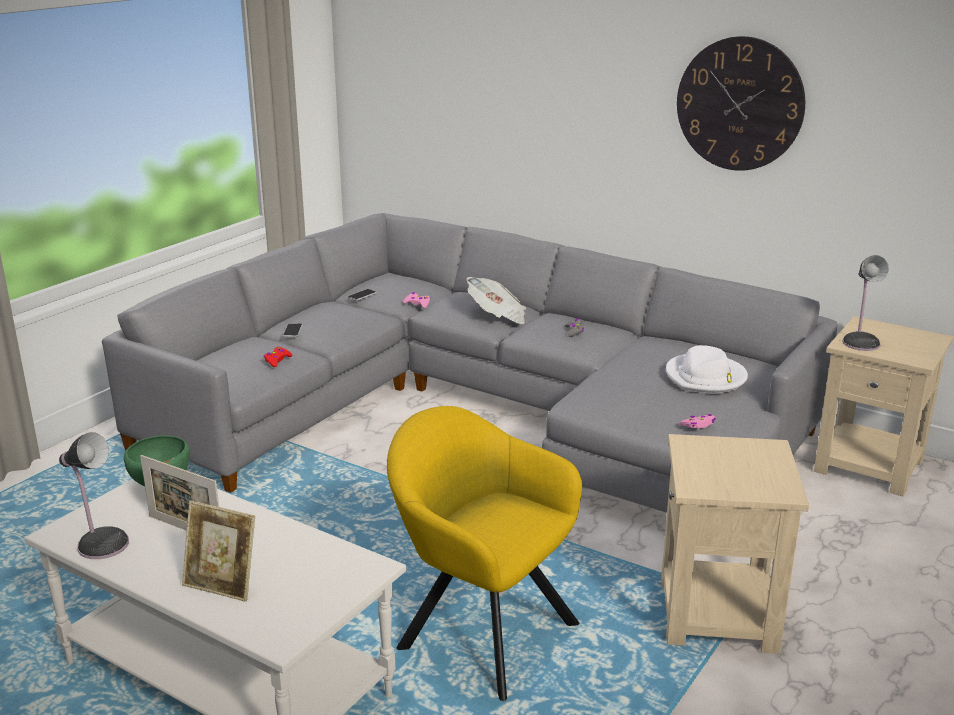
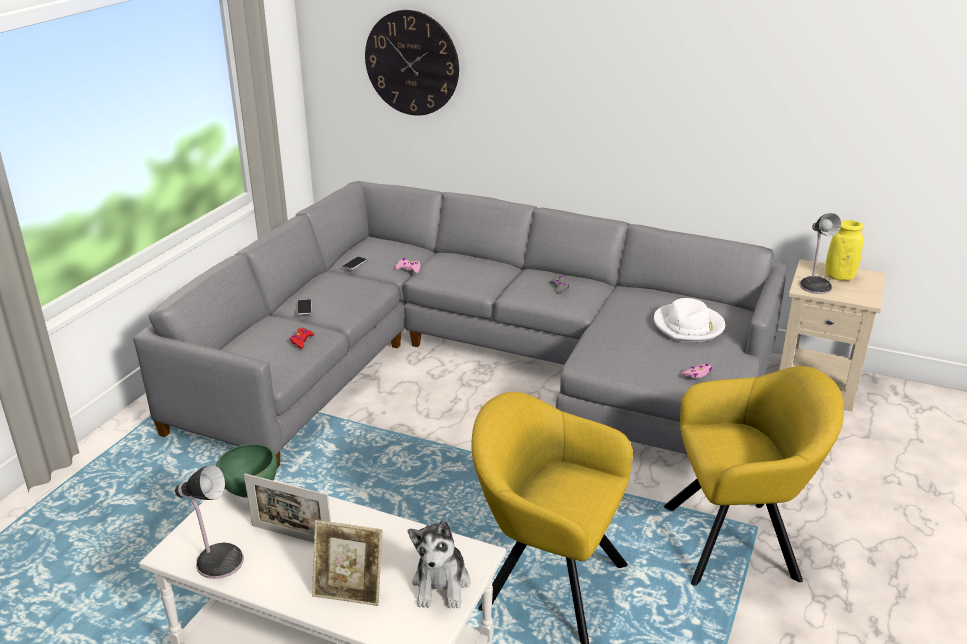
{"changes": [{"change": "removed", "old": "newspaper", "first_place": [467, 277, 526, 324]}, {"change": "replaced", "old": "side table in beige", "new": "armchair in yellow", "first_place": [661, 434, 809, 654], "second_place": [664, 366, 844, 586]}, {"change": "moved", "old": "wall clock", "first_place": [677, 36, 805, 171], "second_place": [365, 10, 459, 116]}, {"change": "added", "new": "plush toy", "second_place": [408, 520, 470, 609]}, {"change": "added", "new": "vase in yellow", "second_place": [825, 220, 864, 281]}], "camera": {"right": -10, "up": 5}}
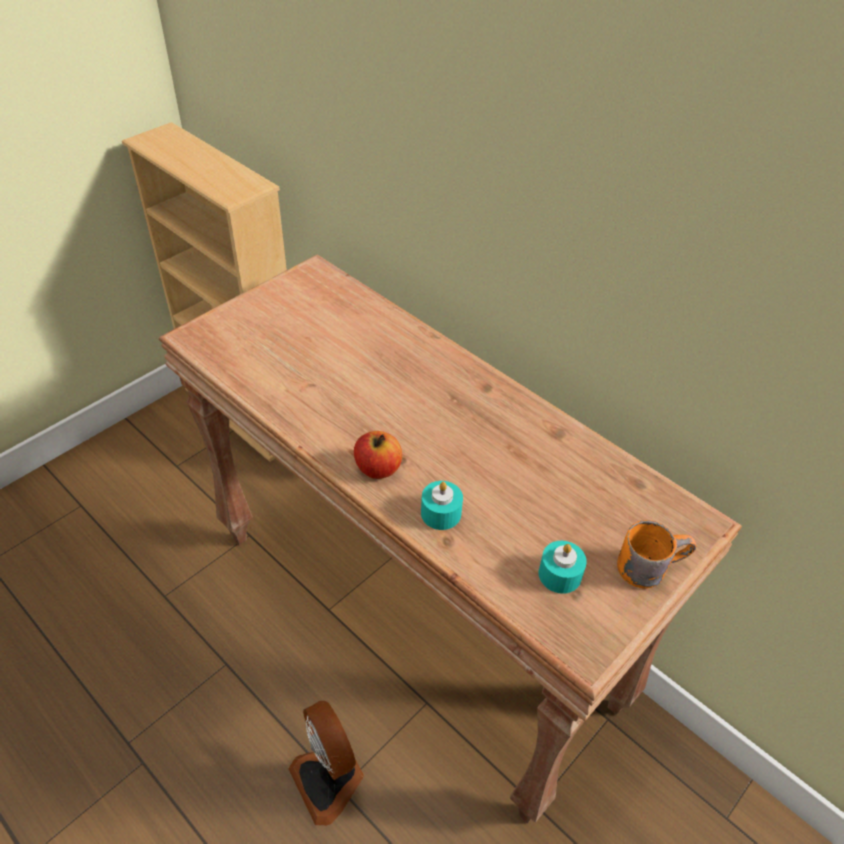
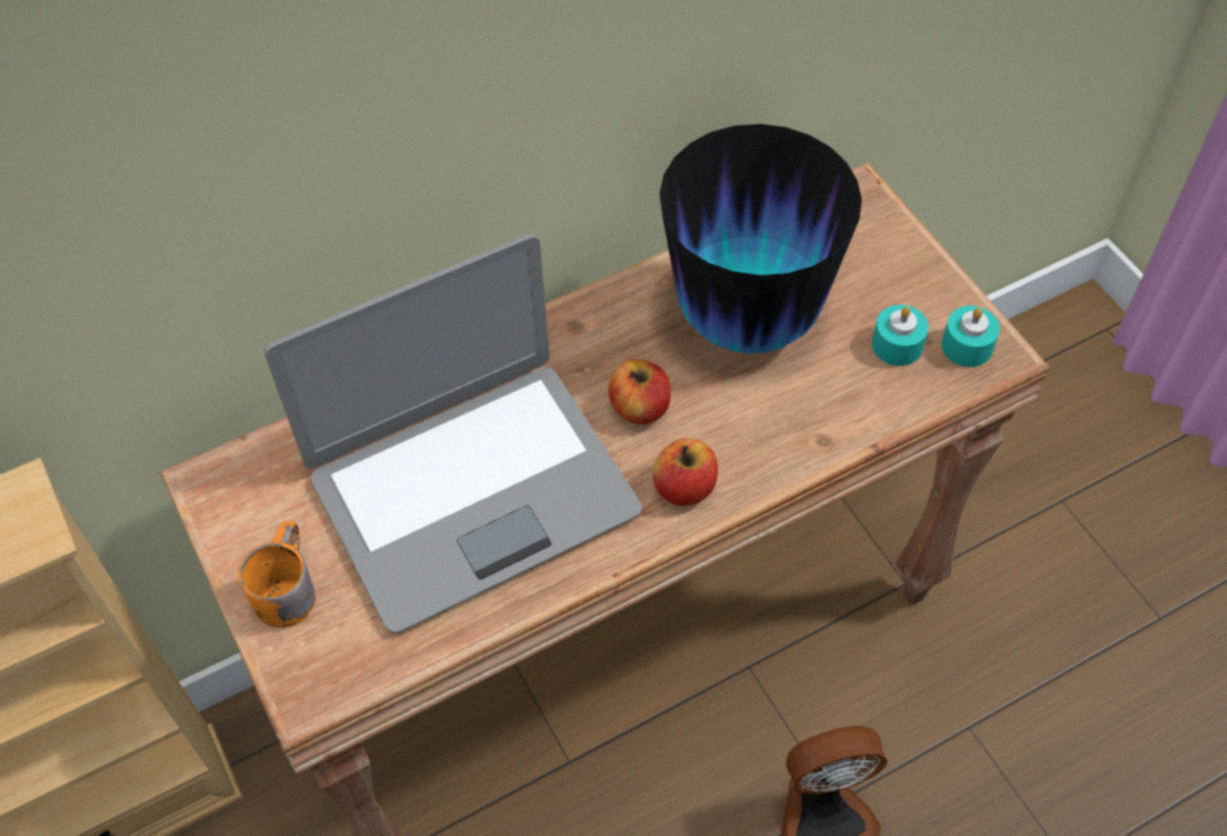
{"changes": [{"change": "moved", "old": "candle in turquoise", "first_place": [421, 481, 463, 530], "second_place": [942, 306, 1000, 367]}, {"change": "moved", "old": "mug in orange", "first_place": [617, 520, 696, 588], "second_place": [238, 521, 315, 628]}, {"change": "added", "new": "laptop", "second_place": [264, 234, 642, 633]}, {"change": "added", "new": "apple", "second_place": [608, 359, 671, 424]}, {"change": "added", "new": "vase", "second_place": [659, 124, 862, 354]}], "camera": {"right": -70, "up": 10}}
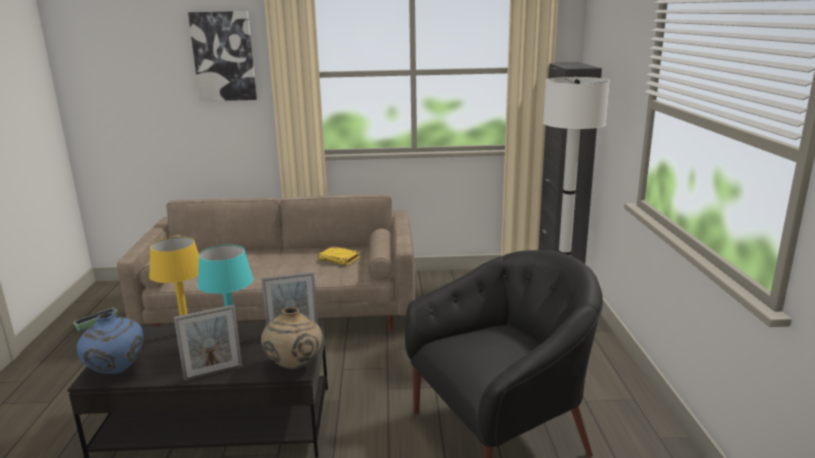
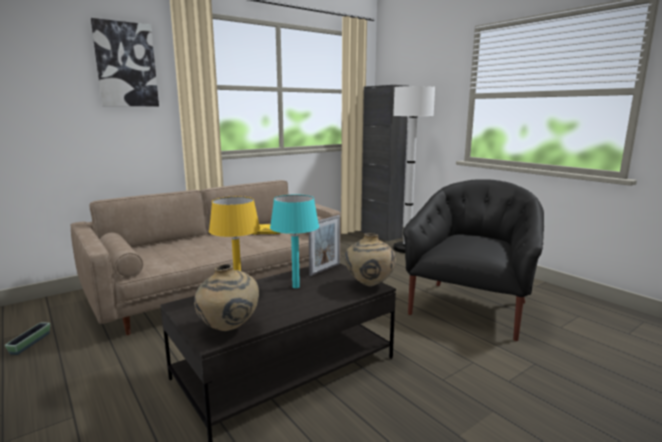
{"changes": [{"change": "recoloured", "old": "vase in blue", "new": "vase in beige", "first_place": [77, 312, 144, 374], "second_place": [194, 264, 259, 331]}, {"change": "removed", "old": "picture frame", "first_place": [174, 305, 242, 381]}], "camera": {"right": -35, "up": -5}}
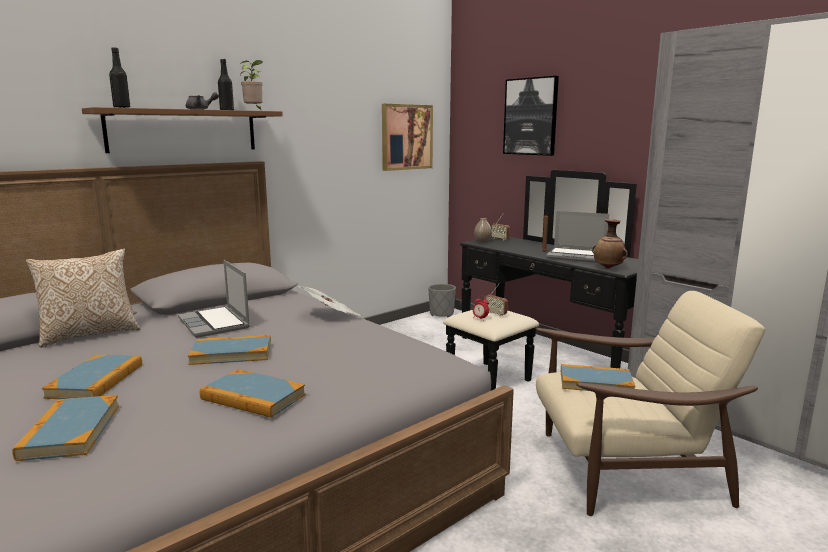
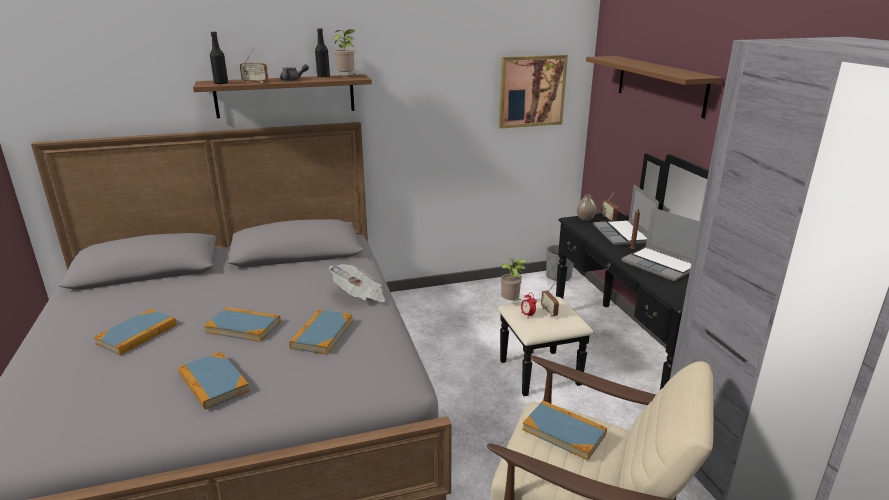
{"changes": [{"change": "moved", "old": "book", "first_place": [12, 395, 119, 461], "second_place": [289, 309, 353, 354]}, {"change": "removed", "old": "pillow", "first_place": [26, 249, 140, 348]}, {"change": "moved", "old": "laptop", "first_place": [178, 260, 250, 338], "second_place": [593, 184, 659, 245]}, {"change": "replaced", "old": "picture", "new": "shelf in brown", "first_place": [503, 76, 559, 156], "second_place": [586, 56, 723, 118]}, {"change": "removed", "old": "vase", "first_place": [592, 219, 628, 269]}, {"change": "added", "new": "radio", "second_place": [240, 49, 268, 83]}, {"change": "added", "new": "potted plant", "second_place": [501, 258, 528, 301]}], "camera": {"right": 25, "up": 10}}
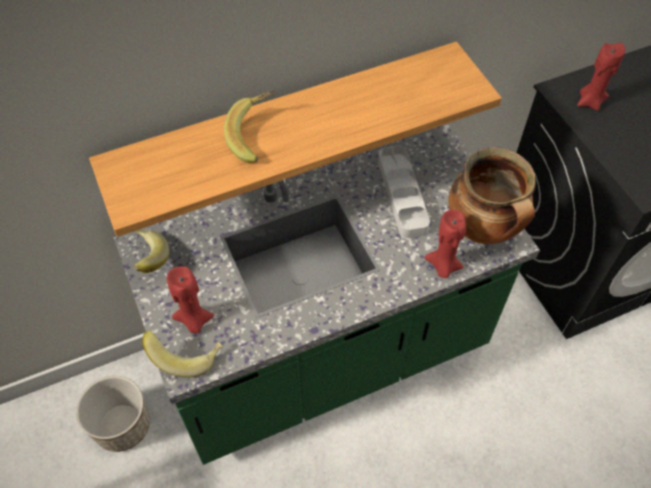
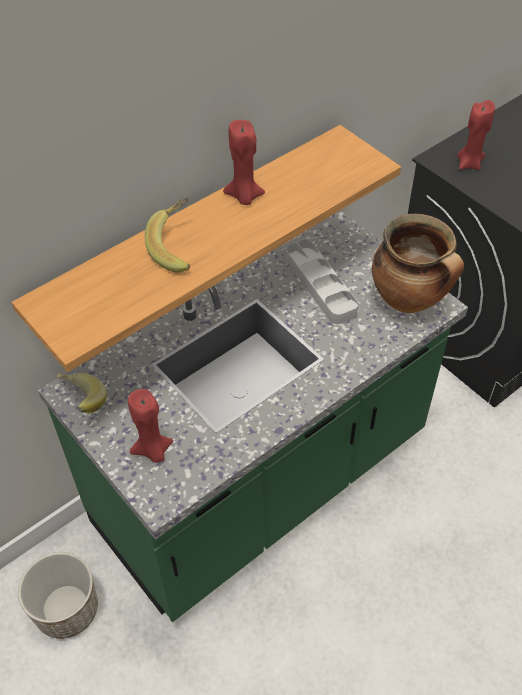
{"changes": [{"change": "removed", "old": "banana", "first_place": [142, 330, 223, 378]}, {"change": "moved", "old": "candle in red", "first_place": [425, 210, 466, 278], "second_place": [223, 120, 265, 205]}], "camera": {"right": -15, "up": -5}}
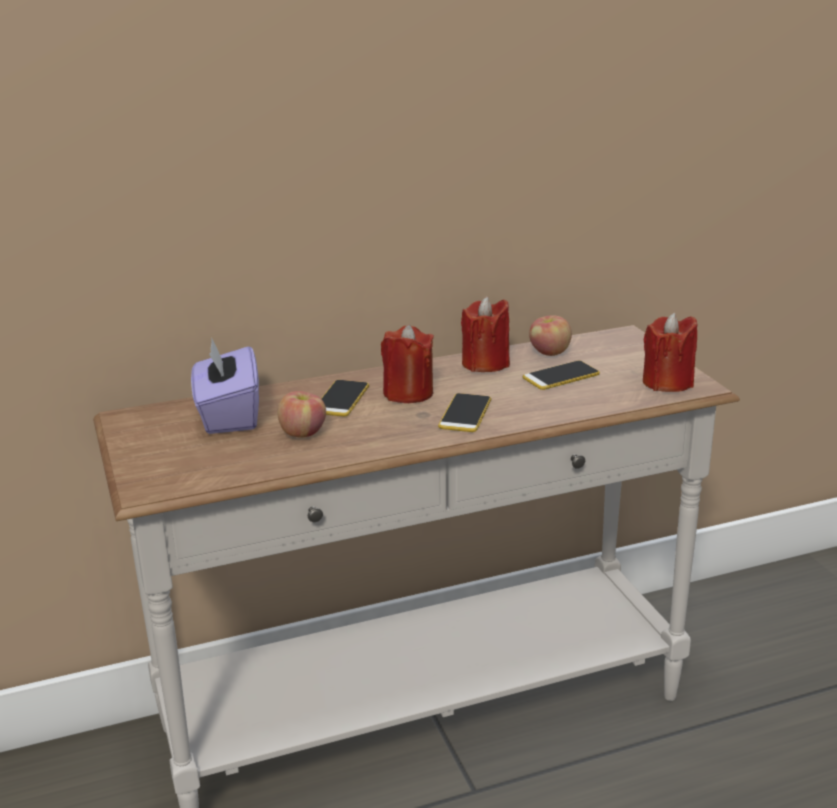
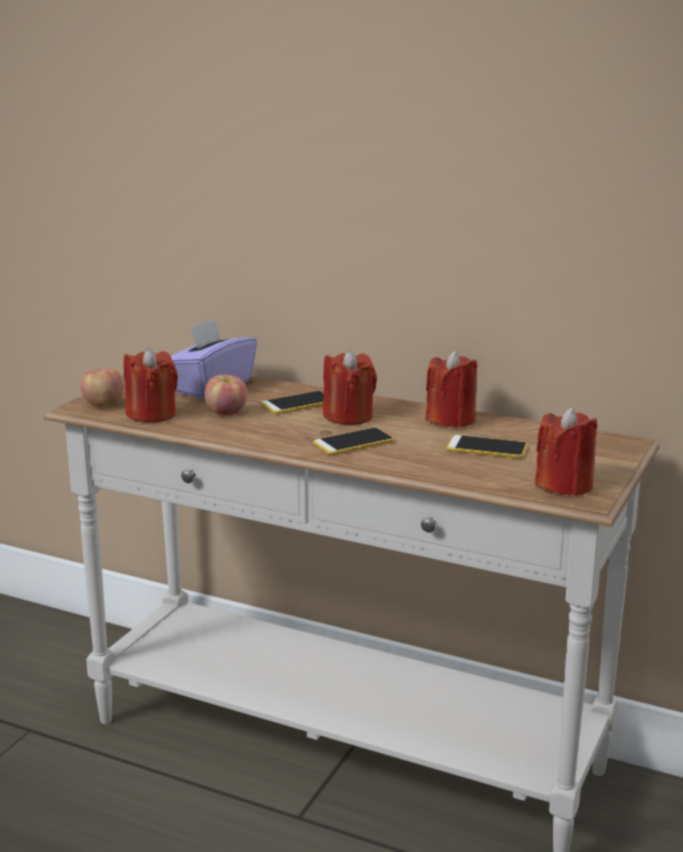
{"changes": [{"change": "moved", "old": "apple", "first_place": [529, 316, 572, 356], "second_place": [80, 368, 124, 407]}, {"change": "added", "new": "candle in red", "second_place": [124, 347, 178, 423]}], "camera": {"right": 45, "up": -5}}
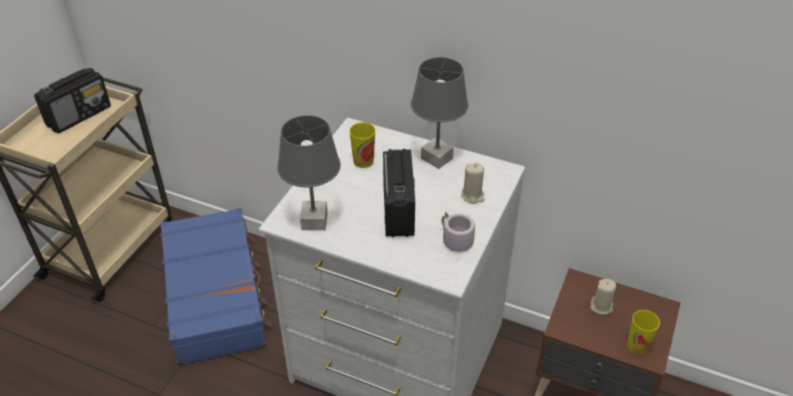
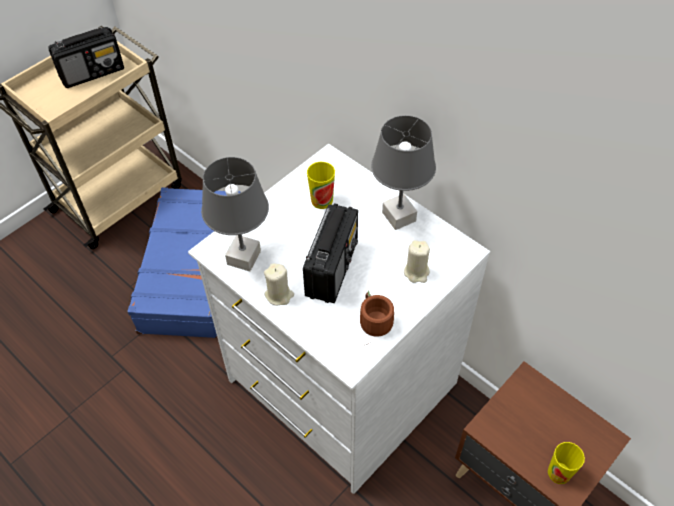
{"changes": [{"change": "recoloured", "old": "mug in grey", "new": "mug in brown", "first_place": [441, 212, 475, 261], "second_place": [360, 290, 394, 345]}, {"change": "moved", "old": "candle in beige", "first_place": [590, 279, 616, 315], "second_place": [264, 263, 294, 306]}], "camera": {"right": 20, "up": 10}}
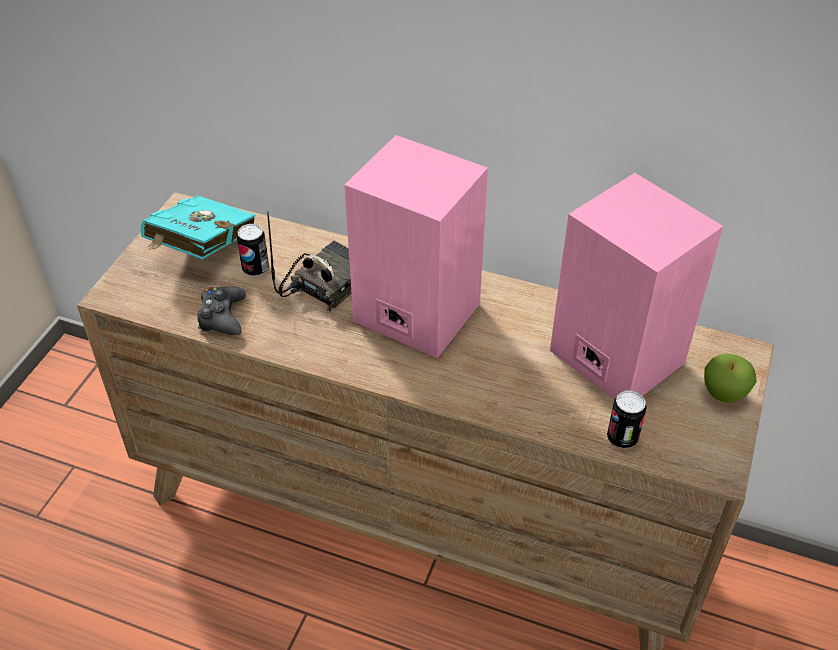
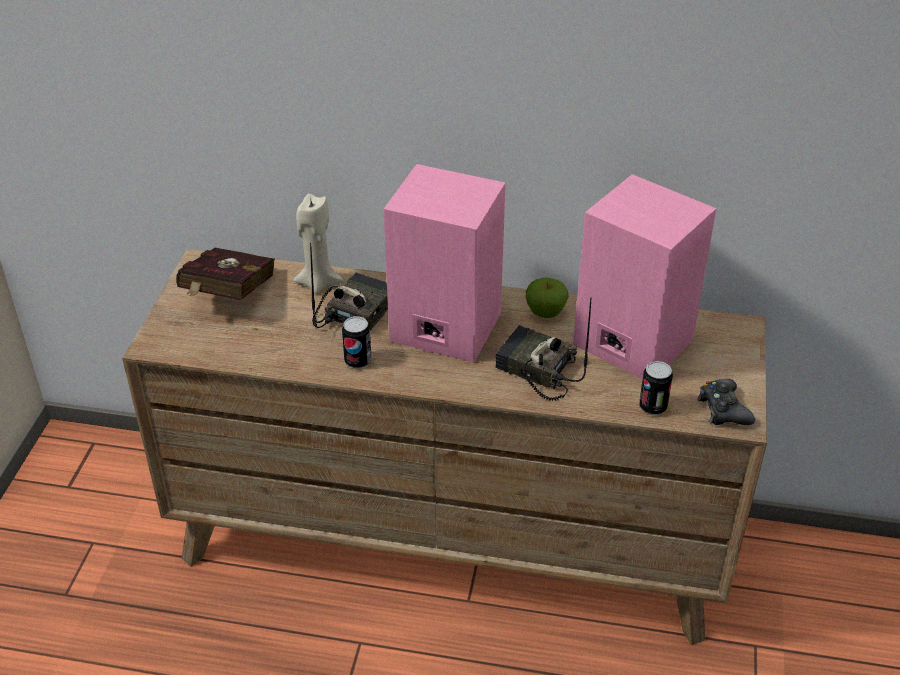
{"changes": [{"change": "recoloured", "old": "book in turquoise", "new": "book in red", "first_place": [141, 196, 255, 259], "second_place": [176, 248, 275, 300]}, {"change": "moved", "old": "game controller in black", "first_place": [197, 286, 246, 335], "second_place": [697, 379, 755, 425]}, {"change": "moved", "old": "can", "first_place": [237, 224, 269, 277], "second_place": [342, 316, 372, 369]}, {"change": "moved", "old": "apple", "first_place": [704, 353, 756, 403], "second_place": [526, 277, 569, 318]}, {"change": "added", "new": "candle in beige", "second_place": [293, 194, 344, 294]}, {"change": "added", "new": "radio", "second_place": [496, 297, 591, 401]}], "camera": {"right": -10, "up": -5}}
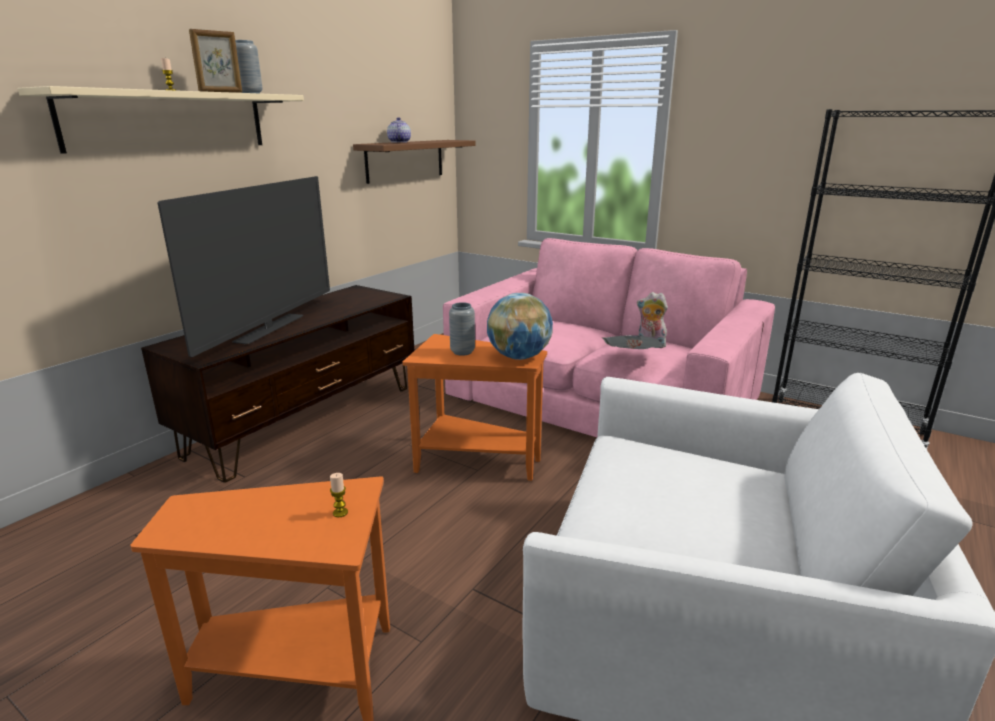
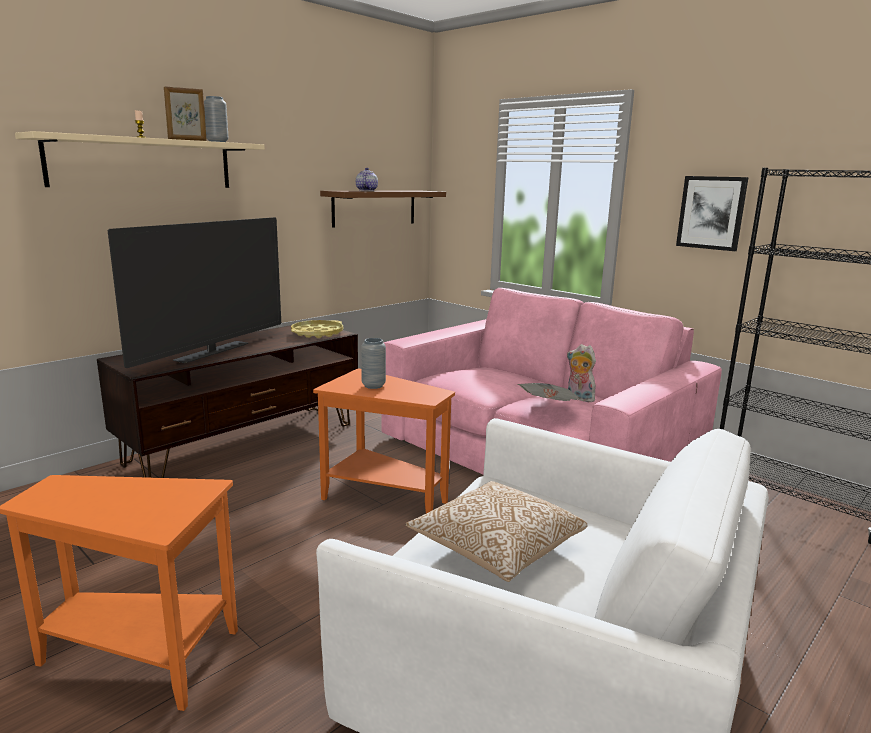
{"changes": [{"change": "removed", "old": "candle", "first_place": [330, 473, 348, 517]}, {"change": "removed", "old": "globe", "first_place": [487, 293, 553, 360]}, {"change": "added", "new": "tray in yellow", "second_place": [291, 320, 343, 338]}, {"change": "added", "new": "pillow", "second_place": [406, 481, 587, 582]}, {"change": "added", "new": "picture", "second_place": [676, 176, 749, 251]}], "camera": {"right": 10, "up": -5}}
